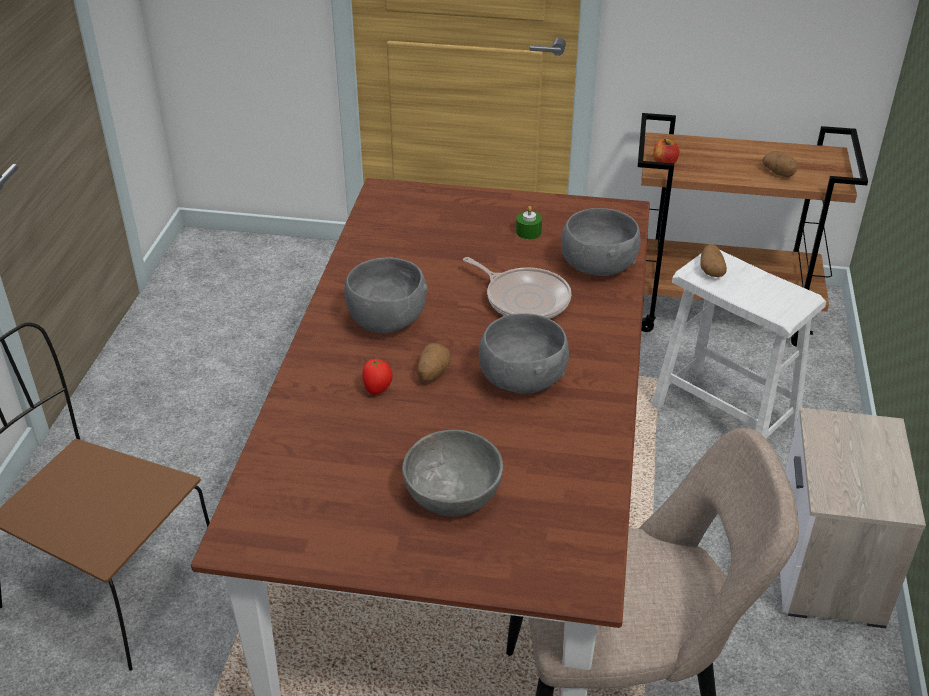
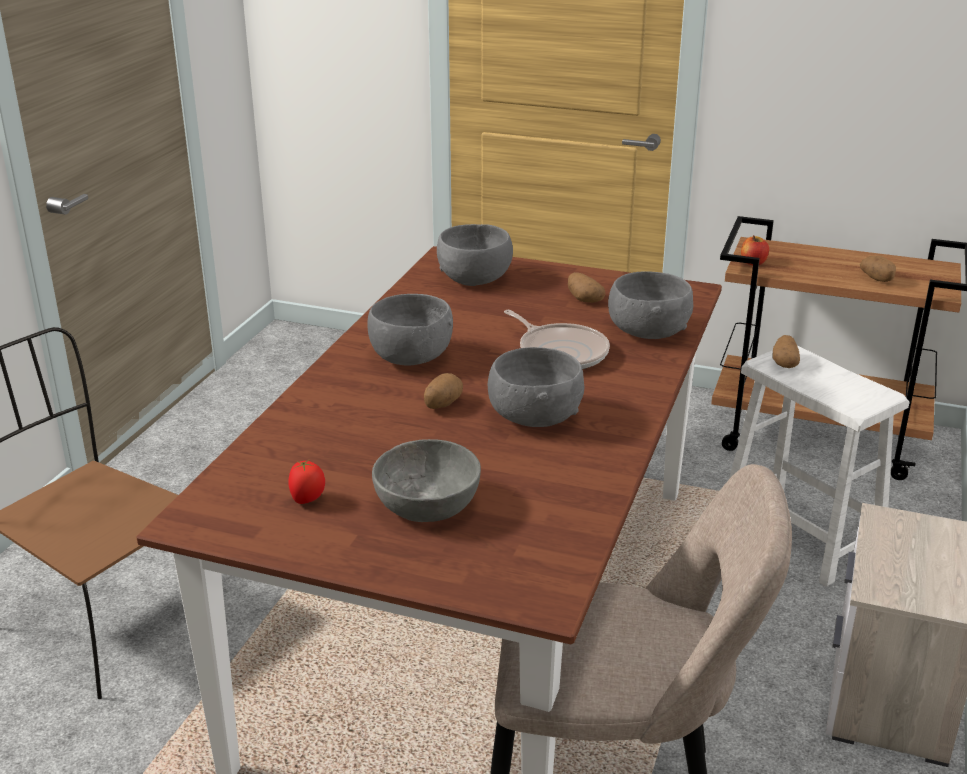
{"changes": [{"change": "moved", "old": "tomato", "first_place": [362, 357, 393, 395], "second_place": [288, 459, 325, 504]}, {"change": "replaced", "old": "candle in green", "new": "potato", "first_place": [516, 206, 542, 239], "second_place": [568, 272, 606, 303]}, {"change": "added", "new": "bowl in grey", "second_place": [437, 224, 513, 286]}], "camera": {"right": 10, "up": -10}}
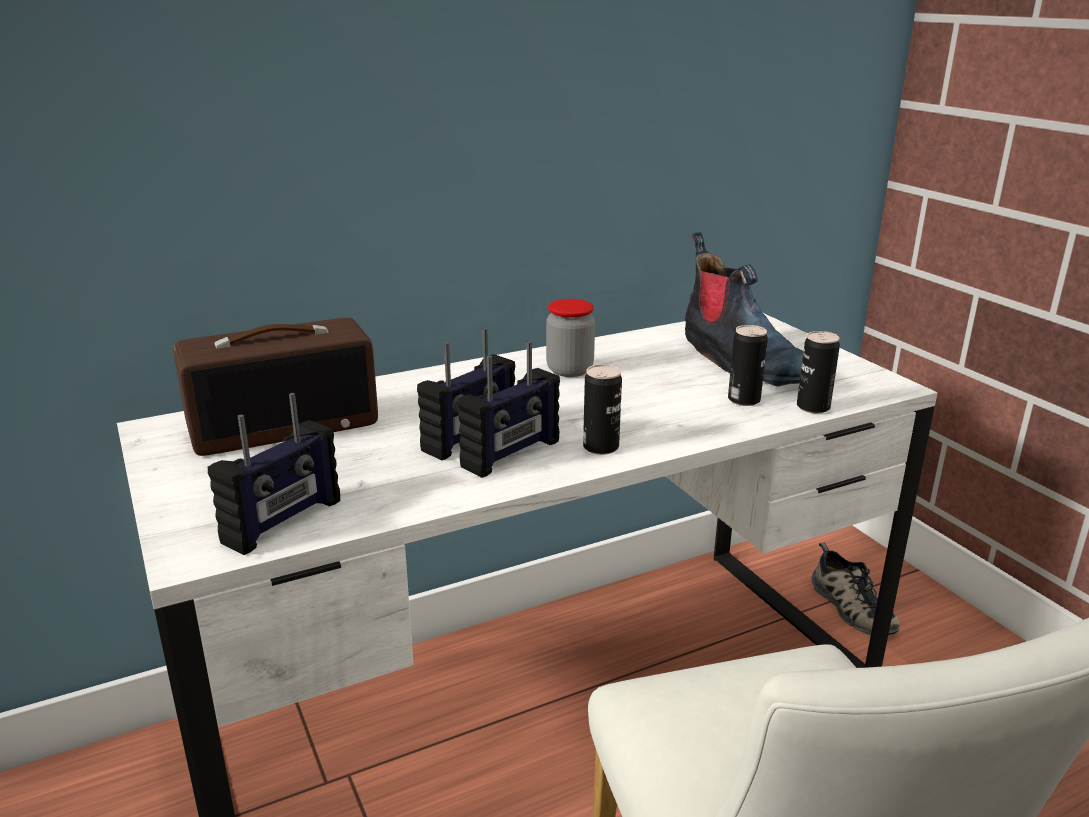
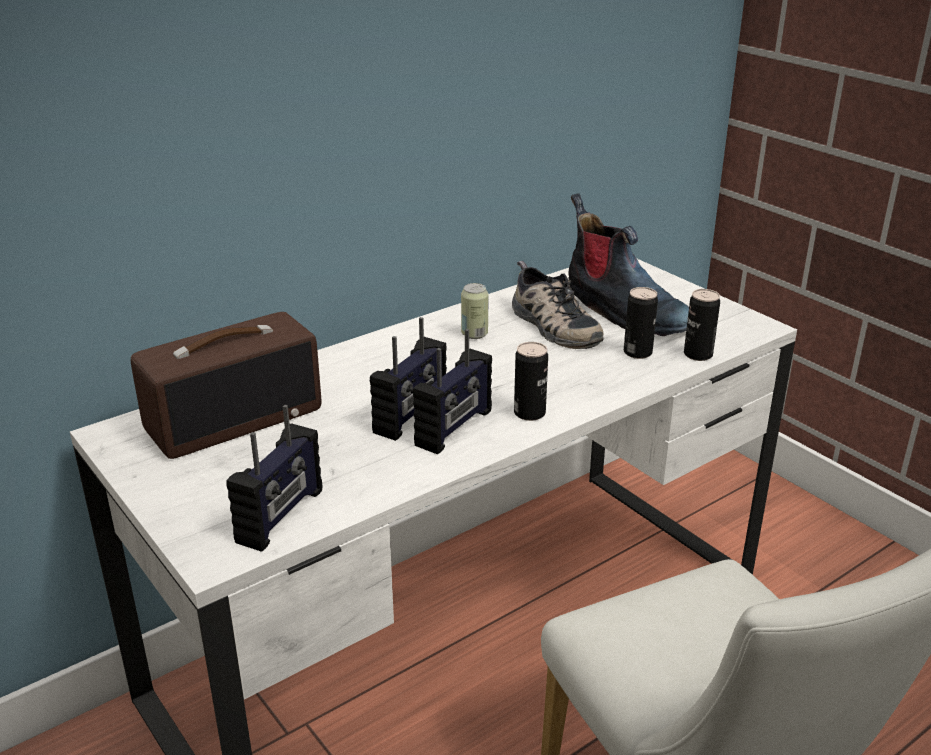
{"changes": [{"change": "replaced", "old": "jar", "new": "can", "first_place": [546, 299, 595, 377], "second_place": [461, 283, 489, 339]}, {"change": "moved", "old": "shoe", "first_place": [812, 543, 899, 636], "second_place": [512, 261, 604, 349]}], "camera": {"right": -10, "up": 5}}
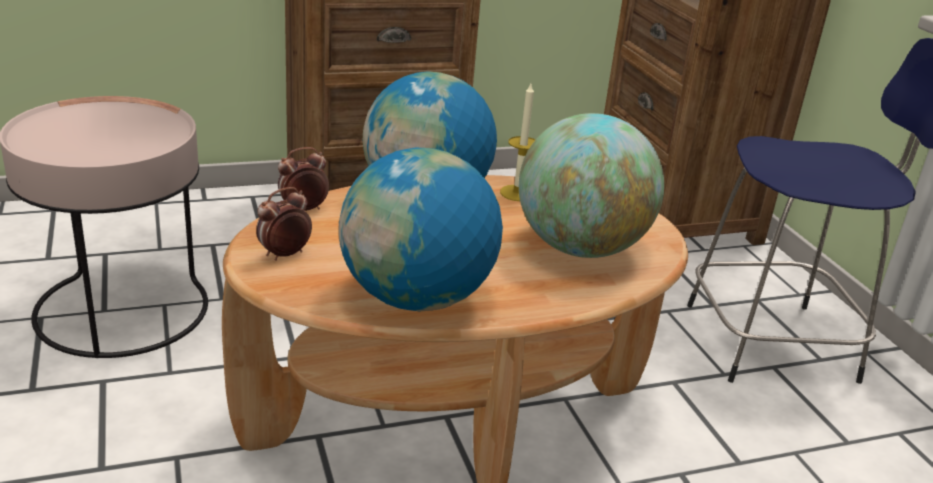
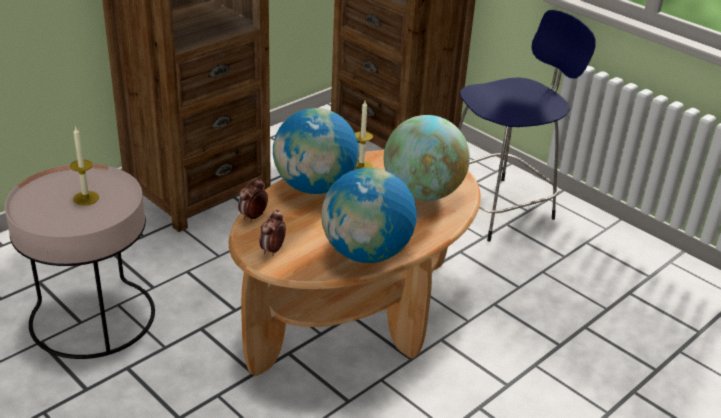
{"changes": [{"change": "added", "new": "candle", "second_place": [70, 126, 99, 206]}], "camera": {"right": -25, "up": 5}}
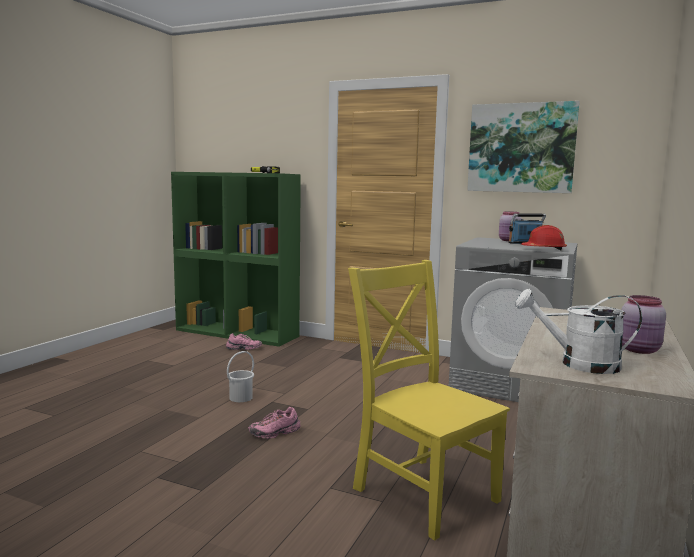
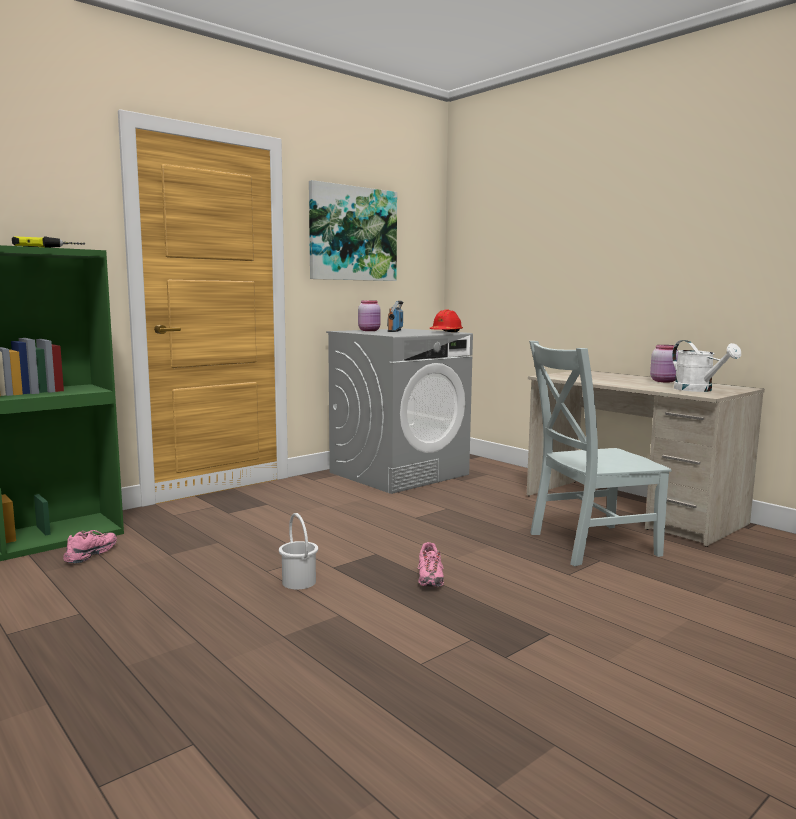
{"changes": [{"change": "recoloured", "old": "chair in yellow", "new": "chair in grey", "first_place": [348, 260, 510, 541], "second_place": [529, 341, 672, 566]}, {"change": "turned", "old": "watering can in white", "first_place": [515, 289, 642, 374], "second_place": [672, 340, 741, 392], "degrees": -60}], "camera": {"right": -65, "up": 0}}
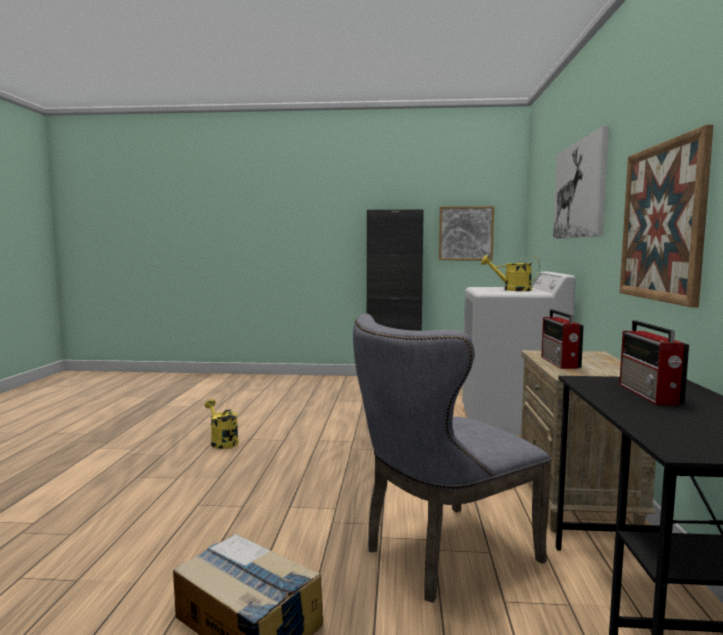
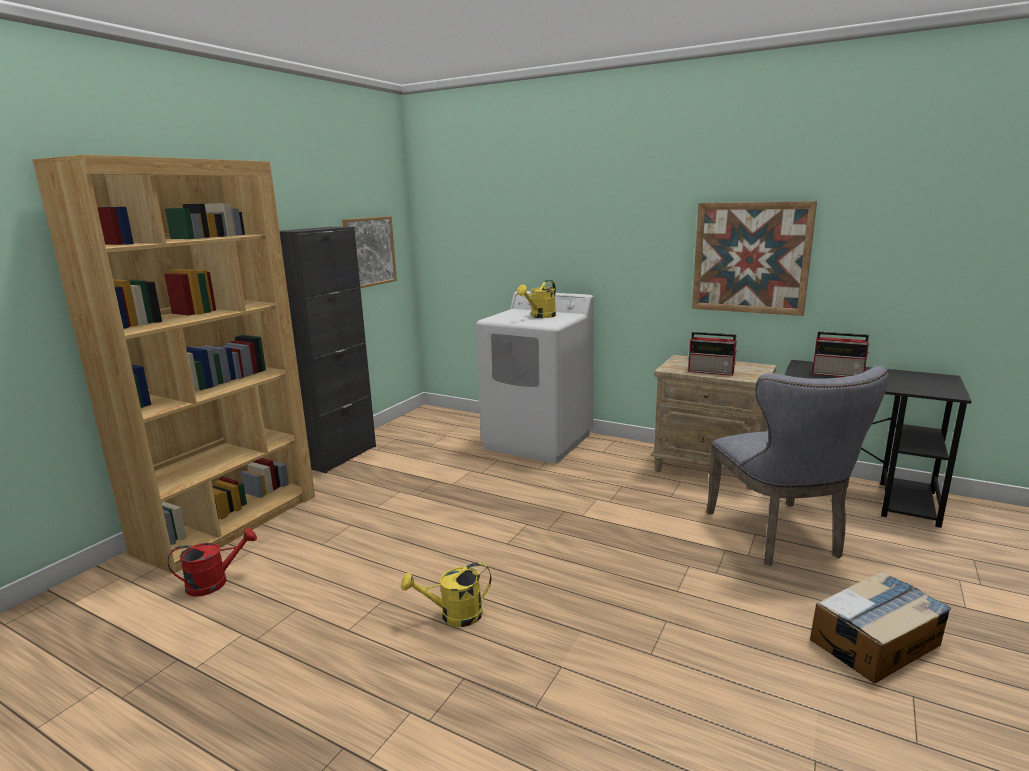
{"changes": [{"change": "removed", "old": "picture", "first_place": [553, 126, 609, 239]}, {"change": "added", "new": "bookcase in brown", "second_place": [32, 154, 315, 574]}, {"change": "added", "new": "watering can in red", "second_place": [168, 528, 257, 597]}], "camera": {"right": -65, "up": 10}}
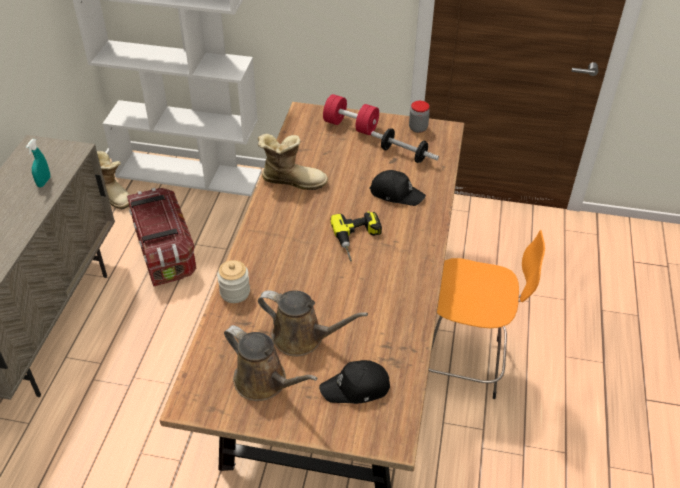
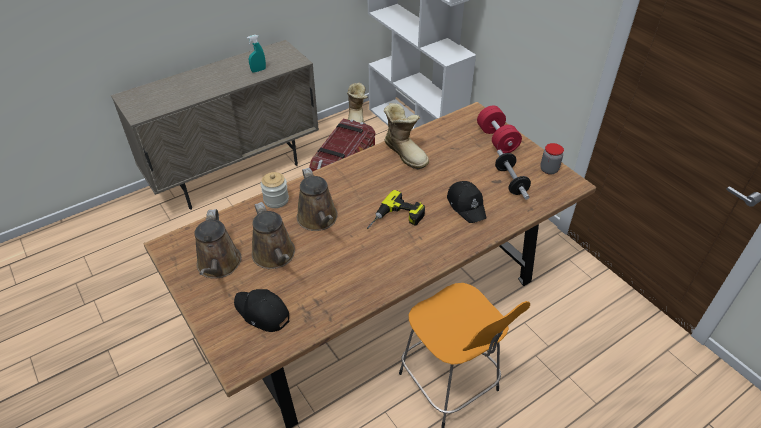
{"changes": [{"change": "added", "new": "watering can in brown", "second_place": [297, 168, 338, 231]}], "camera": {"right": 45, "up": 0}}
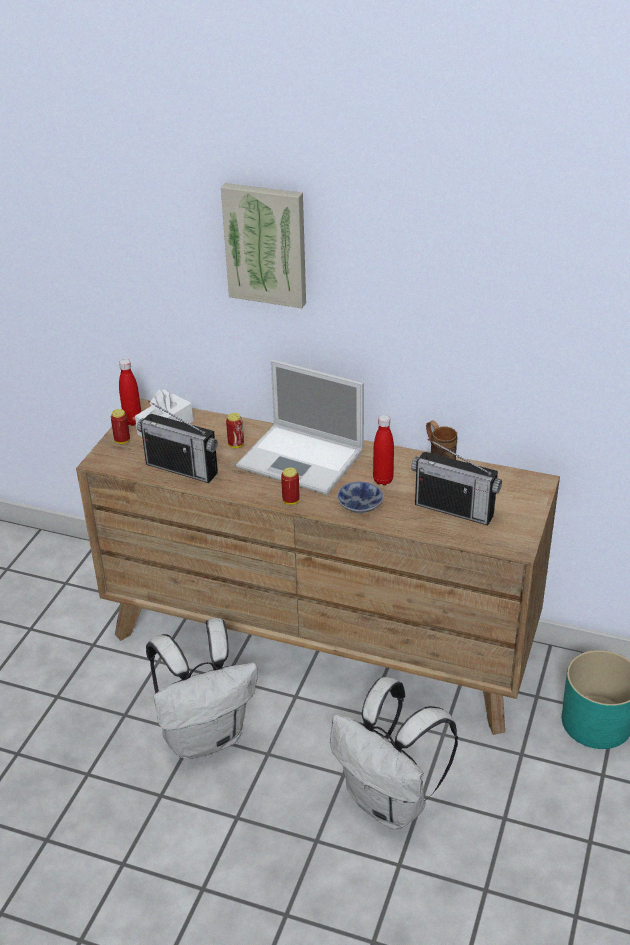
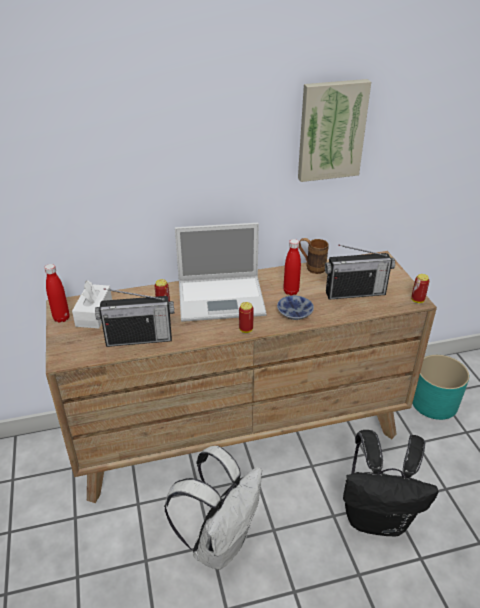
{"changes": [{"change": "moved", "old": "can", "first_place": [111, 409, 130, 444], "second_place": [411, 274, 429, 303]}, {"change": "moved", "old": "picture", "first_place": [221, 183, 306, 308], "second_place": [298, 79, 371, 182]}, {"change": "recoloured", "old": "backpack in white", "new": "backpack in black", "first_place": [330, 677, 458, 830], "second_place": [343, 430, 439, 536]}], "camera": {"right": -35, "up": 0}}
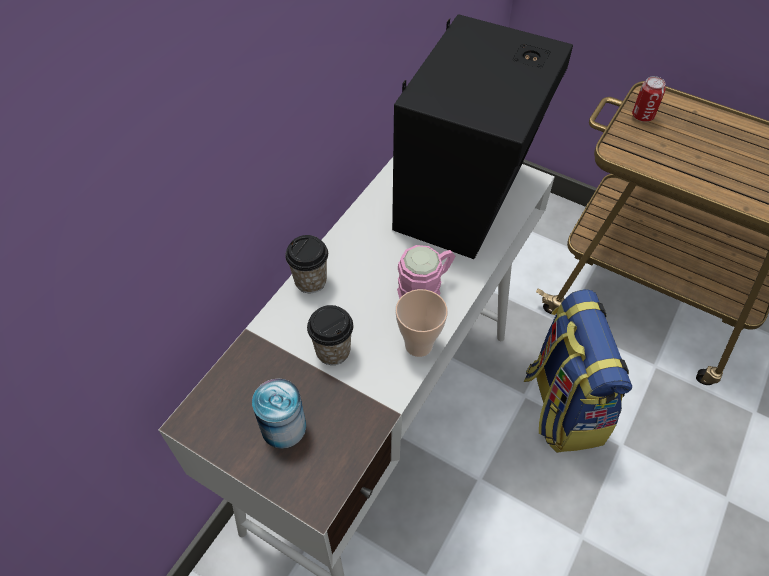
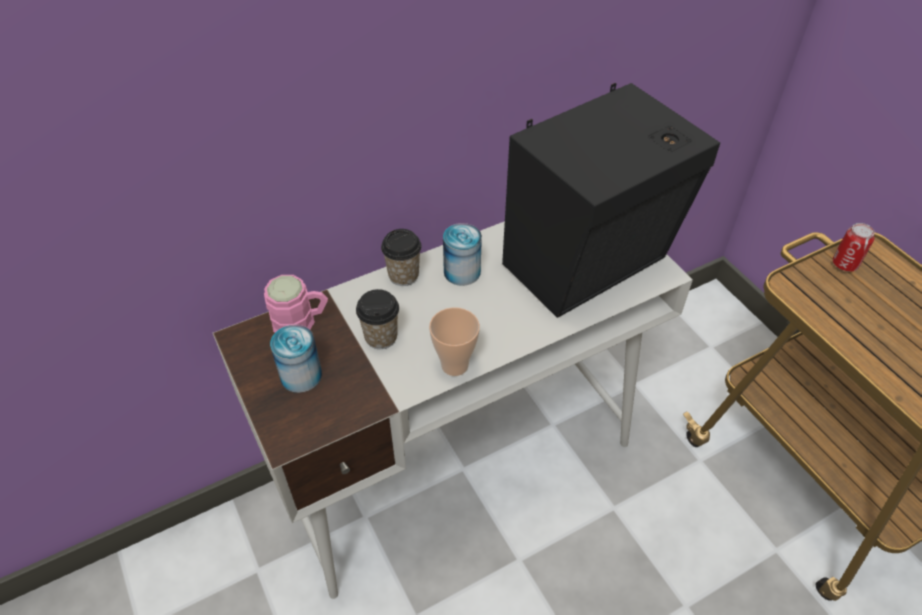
{"changes": [{"change": "moved", "old": "mug in pink", "first_place": [397, 245, 456, 299], "second_place": [264, 275, 328, 332]}, {"change": "removed", "old": "backpack", "first_place": [524, 289, 632, 453]}, {"change": "added", "new": "can", "second_place": [443, 223, 482, 286]}], "camera": {"right": 30, "up": -5}}
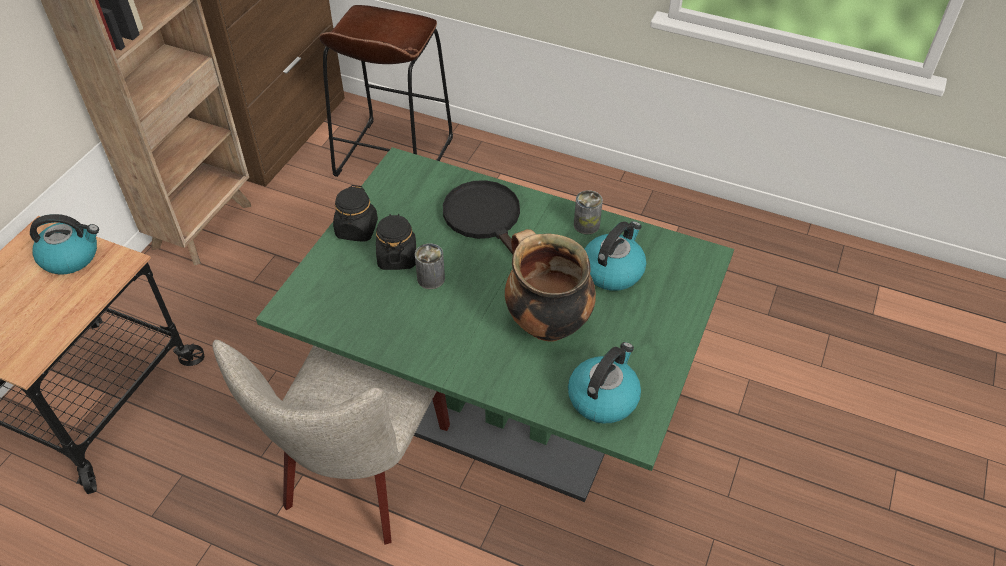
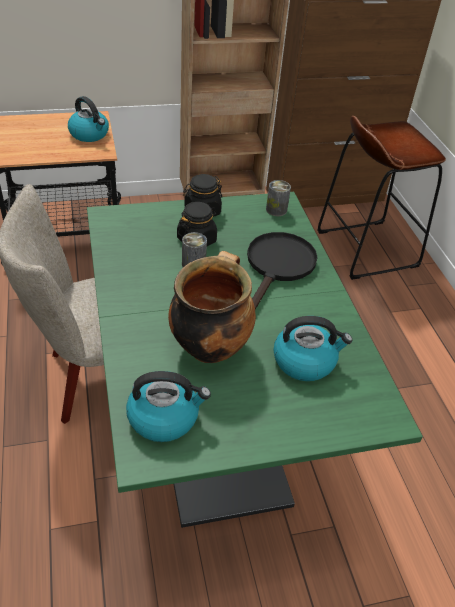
{"changes": [{"change": "moved", "old": "can", "first_place": [574, 190, 603, 234], "second_place": [266, 180, 291, 216]}], "camera": {"right": 50, "up": -5}}
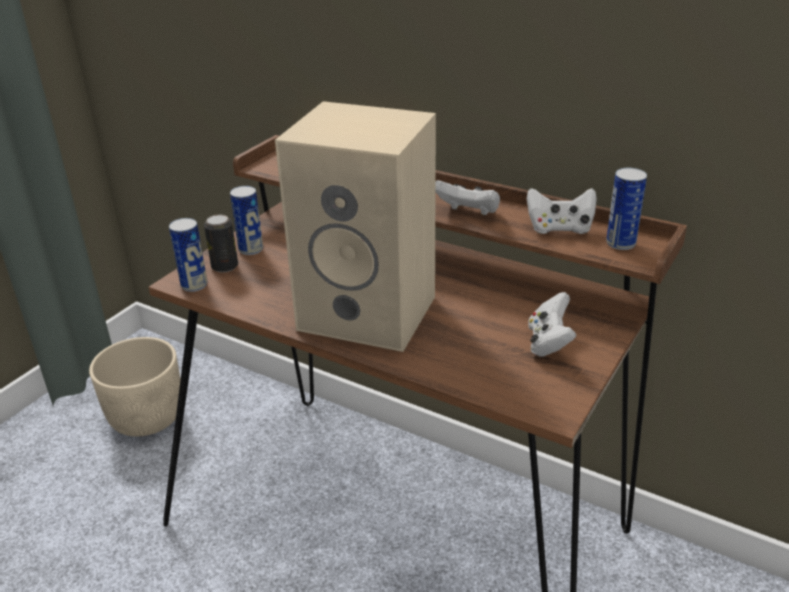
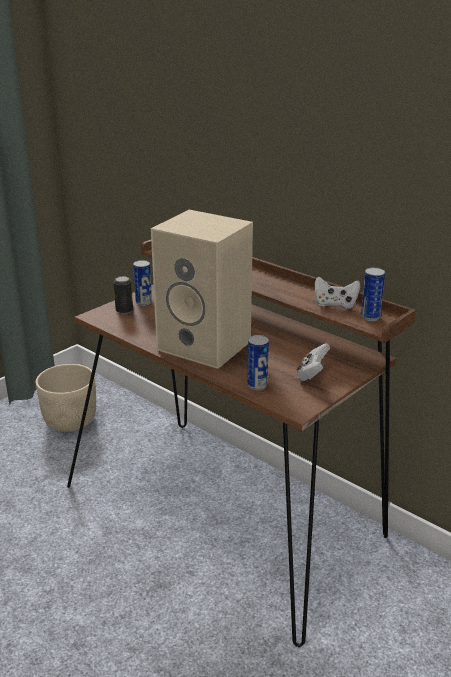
{"changes": [{"change": "moved", "old": "can", "first_place": [169, 218, 207, 292], "second_place": [248, 335, 269, 390]}, {"change": "removed", "old": "game controller in white", "first_place": [435, 180, 500, 216]}], "camera": {"right": 10, "up": -5}}
